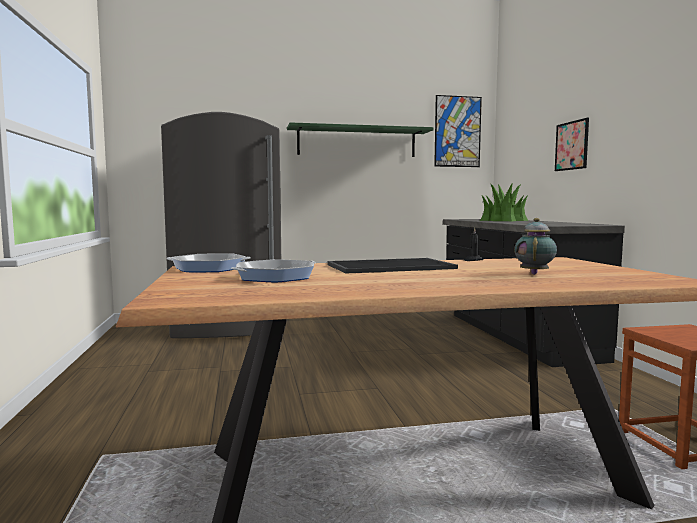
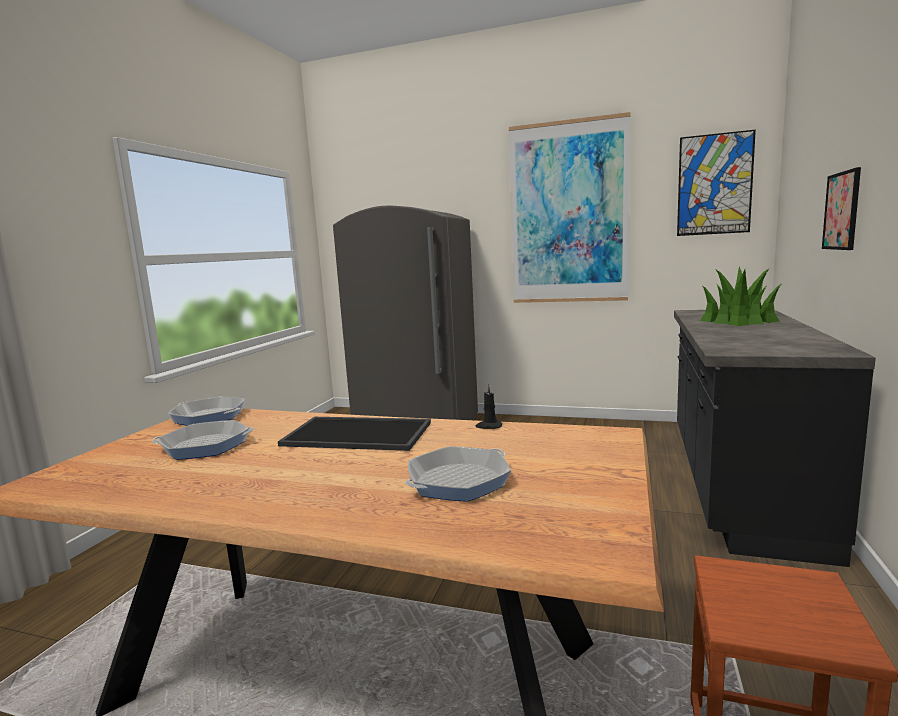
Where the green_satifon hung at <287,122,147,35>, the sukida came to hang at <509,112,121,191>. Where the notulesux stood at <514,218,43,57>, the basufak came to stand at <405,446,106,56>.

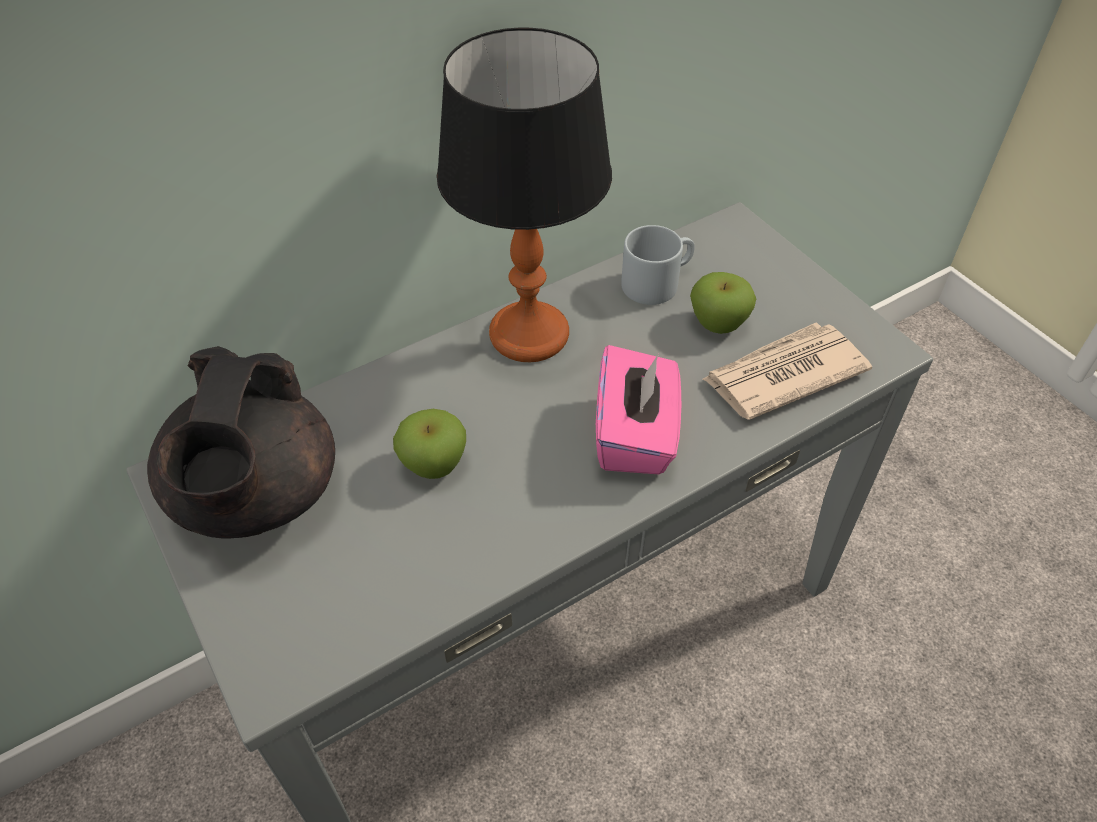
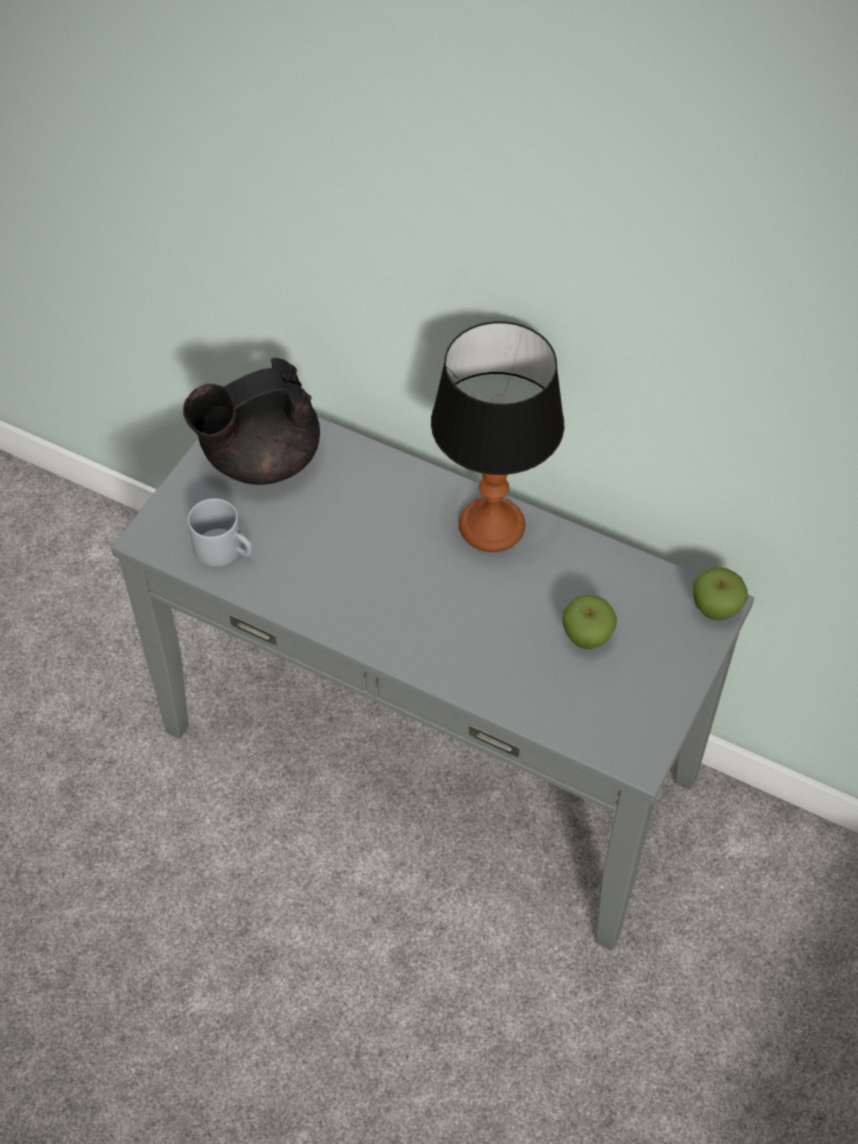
The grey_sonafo ended up elsewhere, having gone from <621,225,74,80> to <188,498,65,68>. The second view lost the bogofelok at <703,323,169,97>. The second view lost the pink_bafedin at <596,345,85,129>. The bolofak ended up elsewhere, having gone from <393,409,73,70> to <693,567,55,54>.

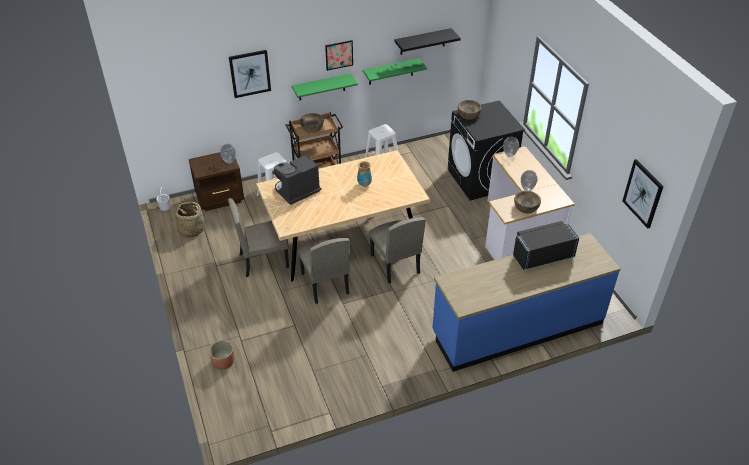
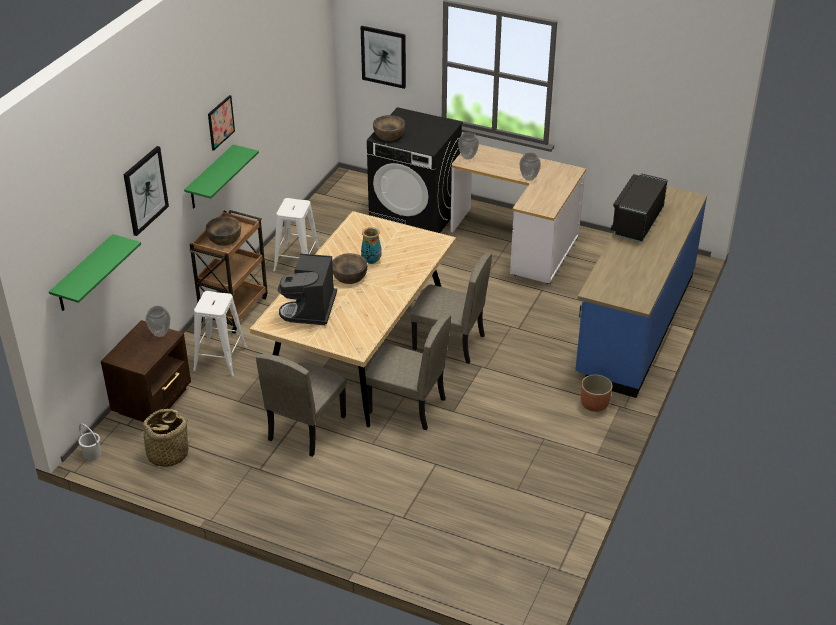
The second view lost the black_satifon at <394,28,67,27>. The green_satifon ended up elsewhere, having gone from <363,58,64,27> to <49,234,92,77>. The sukida ended up elsewhere, having gone from <622,159,42,70> to <361,26,45,63>. The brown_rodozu ended up elsewhere, having gone from <514,190,27,23> to <332,253,36,31>. The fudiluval ended up elsewhere, having gone from <209,340,25,29> to <581,374,32,38>.

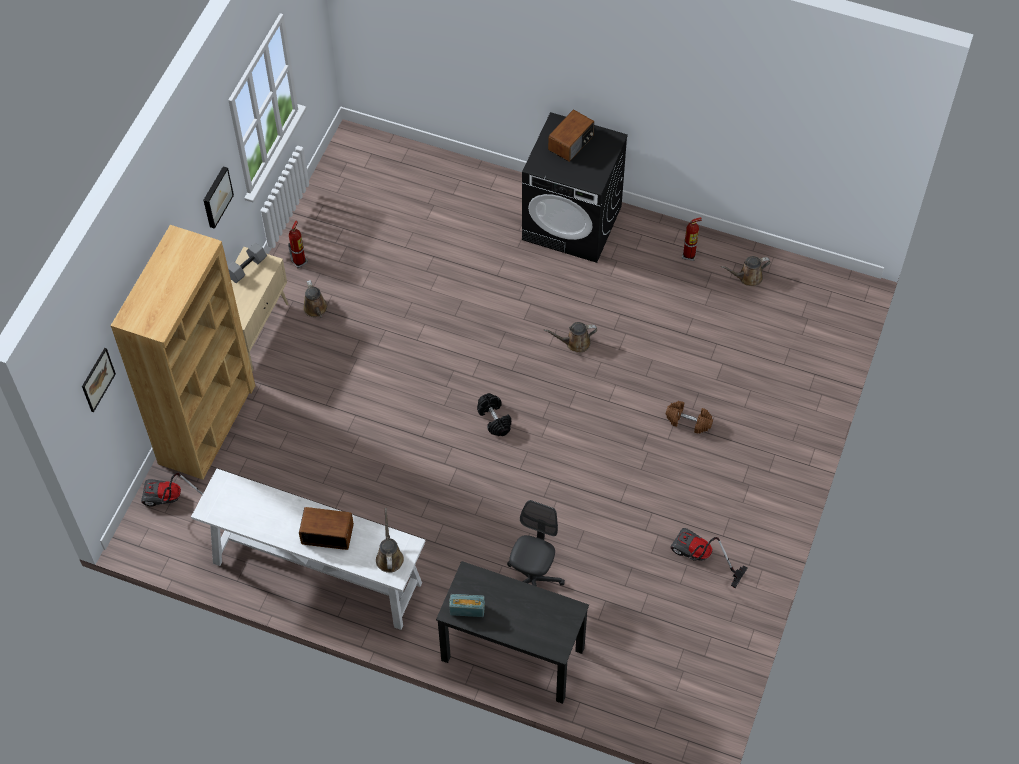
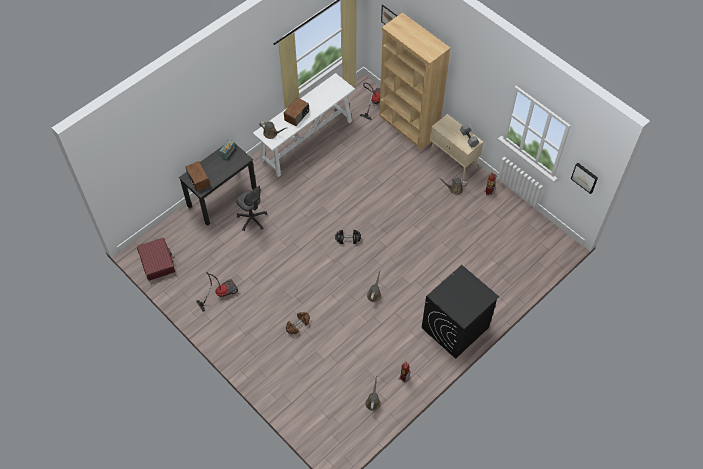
The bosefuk ended up elsewhere, having gone from <548,109,46,53> to <186,161,24,30>. The sukida ended up elsewhere, having gone from <203,166,31,63> to <571,163,27,31>. The second view gained the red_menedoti at <137,238,38,43>.

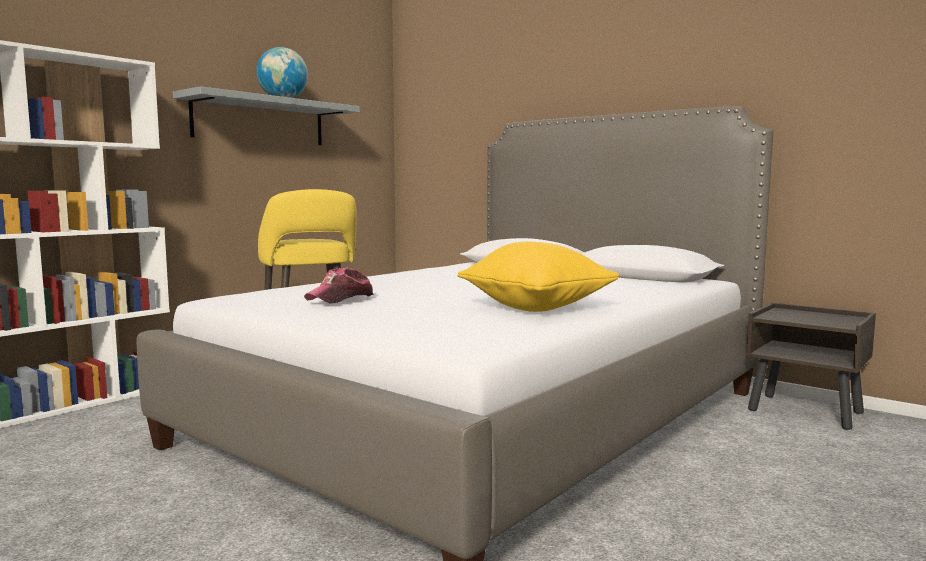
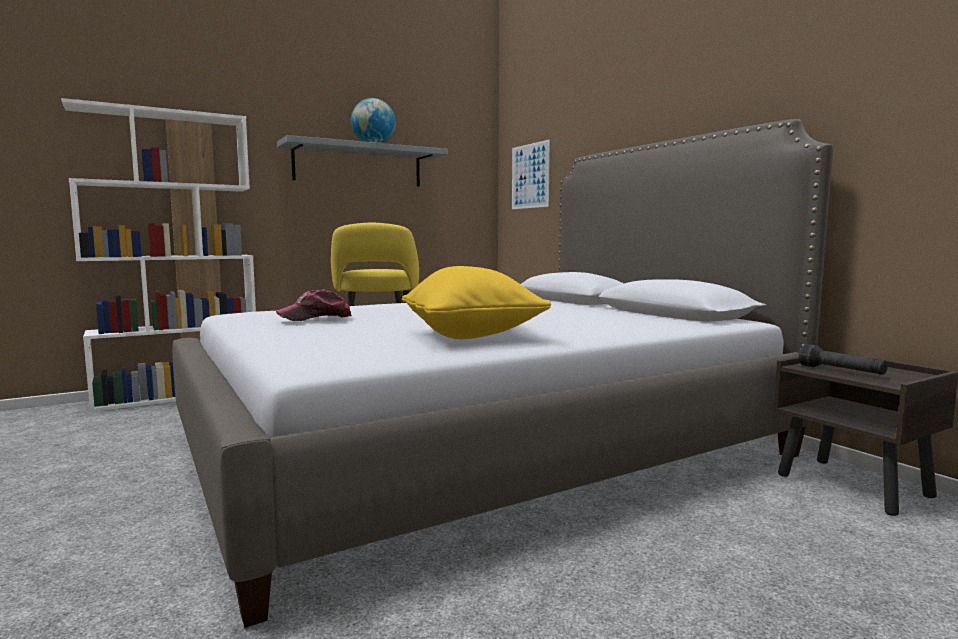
The second view gained the sukida at <512,139,38,70>. The second view gained the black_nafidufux at <799,344,89,31>.

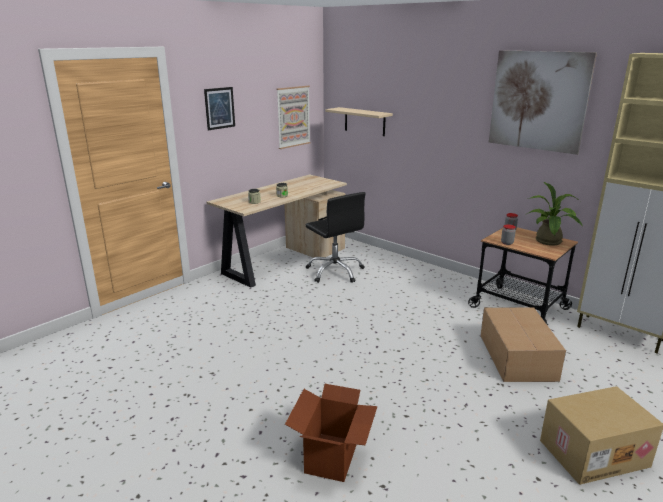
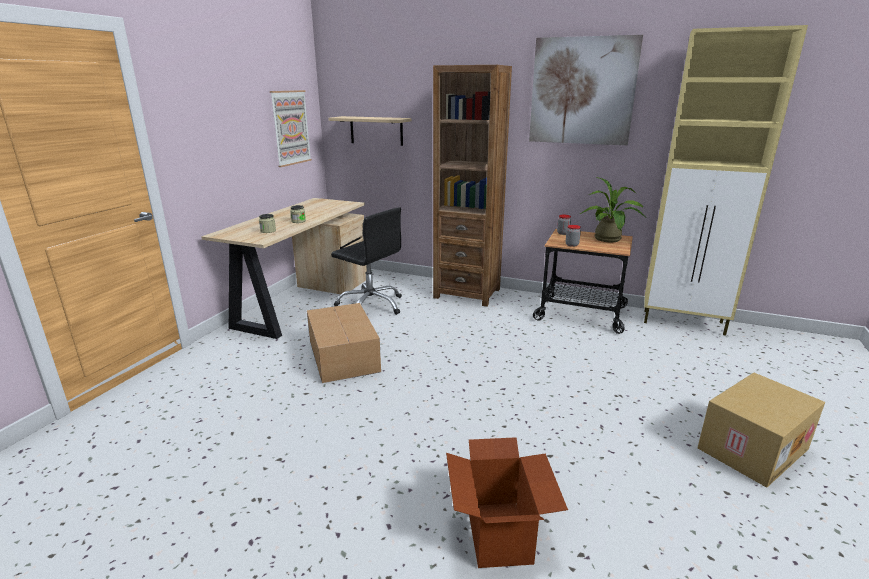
The second view lost the sukida at <204,87,31,43>. The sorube ended up elsewhere, having gone from <480,308,86,74> to <307,303,74,80>. The second view gained the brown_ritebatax at <433,65,79,242>.

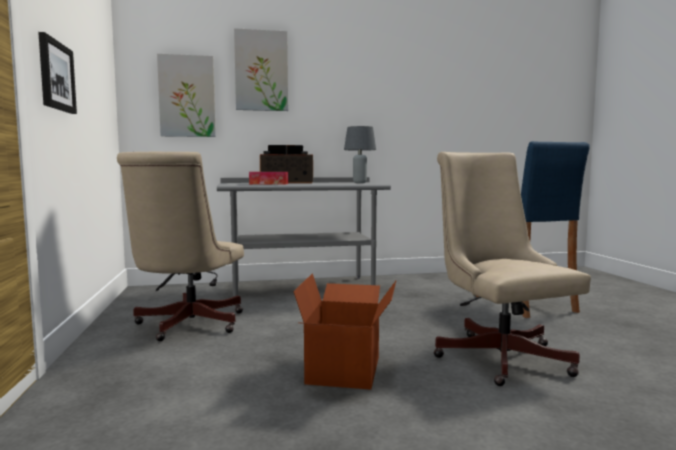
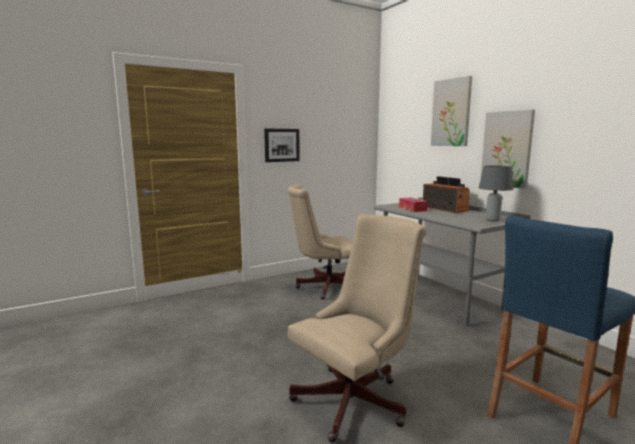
The sukida ended up elsewhere, having gone from <157,54,59,83> to <481,110,54,79>. The second view lost the sorube at <293,274,103,116>.

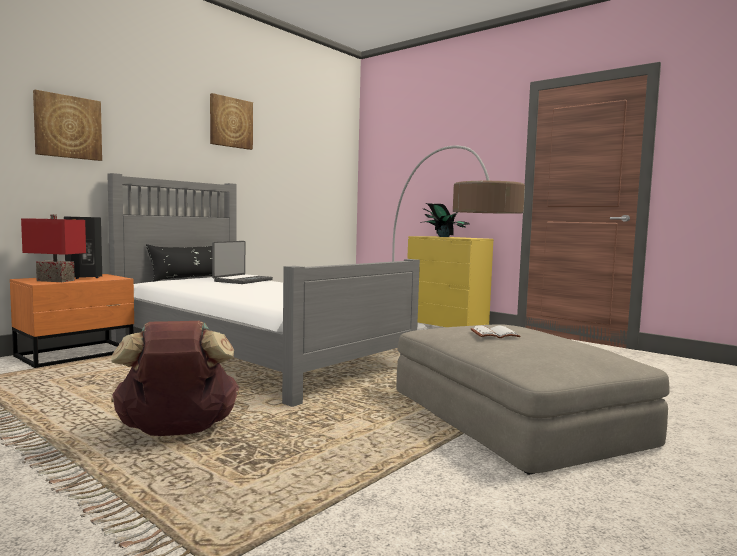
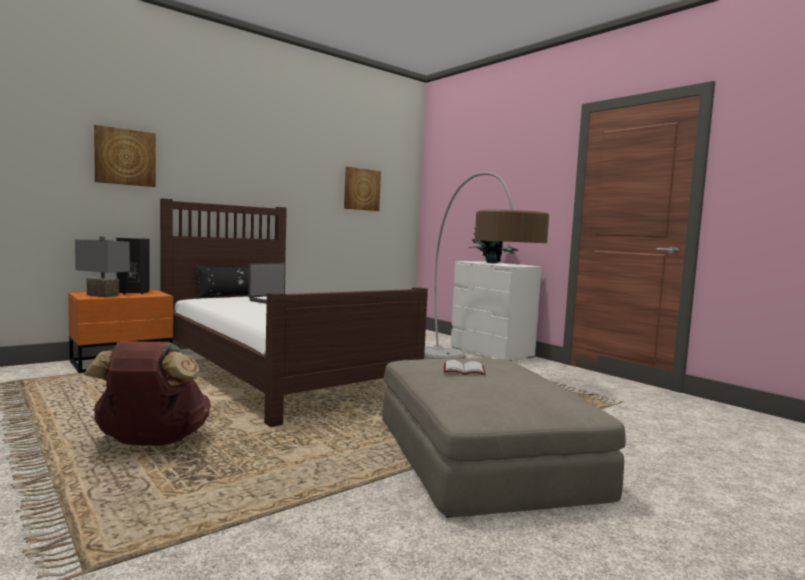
The sukida ended up elsewhere, having gone from <210,93,43,57> to <344,167,37,44>. What was the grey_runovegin at <107,173,313,234> turned into the brown_runovegin at <160,199,268,228>. What was the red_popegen at <21,214,65,68> turned into the grey_popegen at <75,236,55,62>. What was the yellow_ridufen at <407,236,86,91> turned into the white_ridufen at <451,261,91,100>.

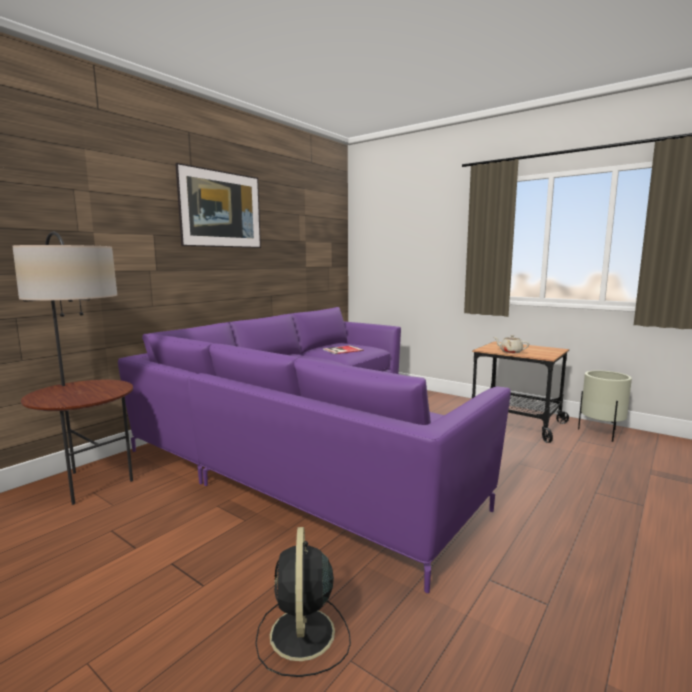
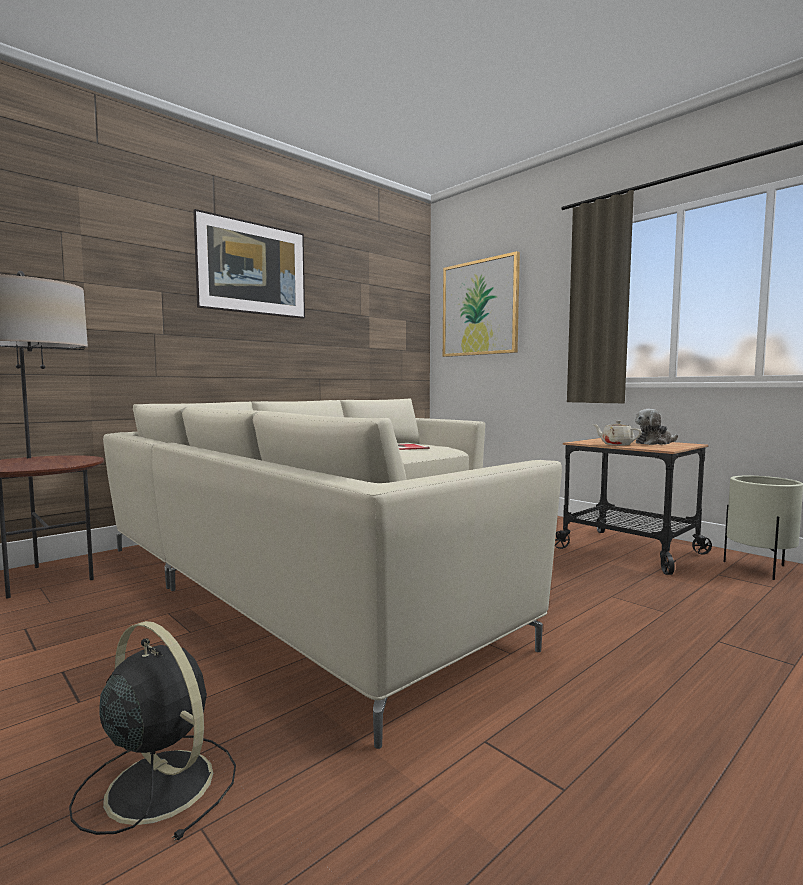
What was the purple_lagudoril at <118,307,393,286> turned into the beige_lagudoril at <103,398,459,351>. The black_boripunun at <255,527,96,150> ended up facing another way, 120 degrees clockwise from before. The second view gained the sukida at <443,251,77,106>. The second view gained the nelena at <635,409,43,36>.

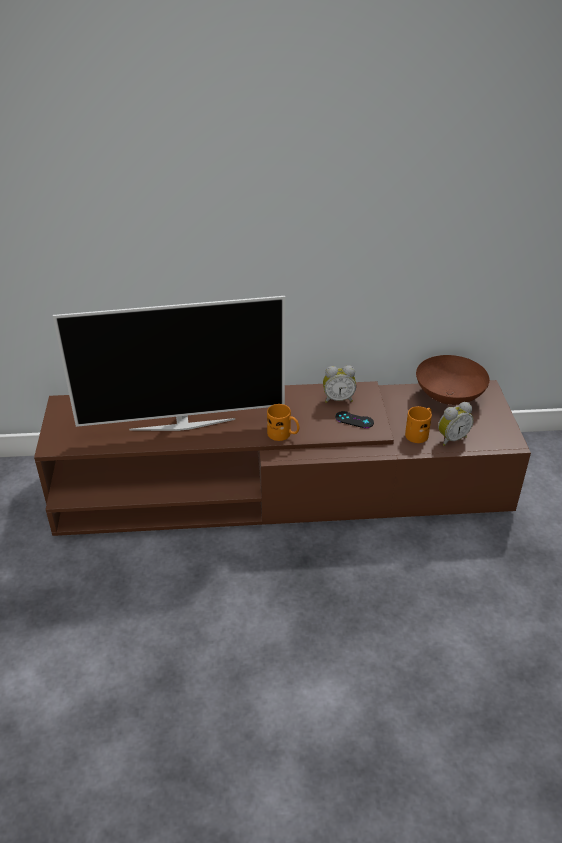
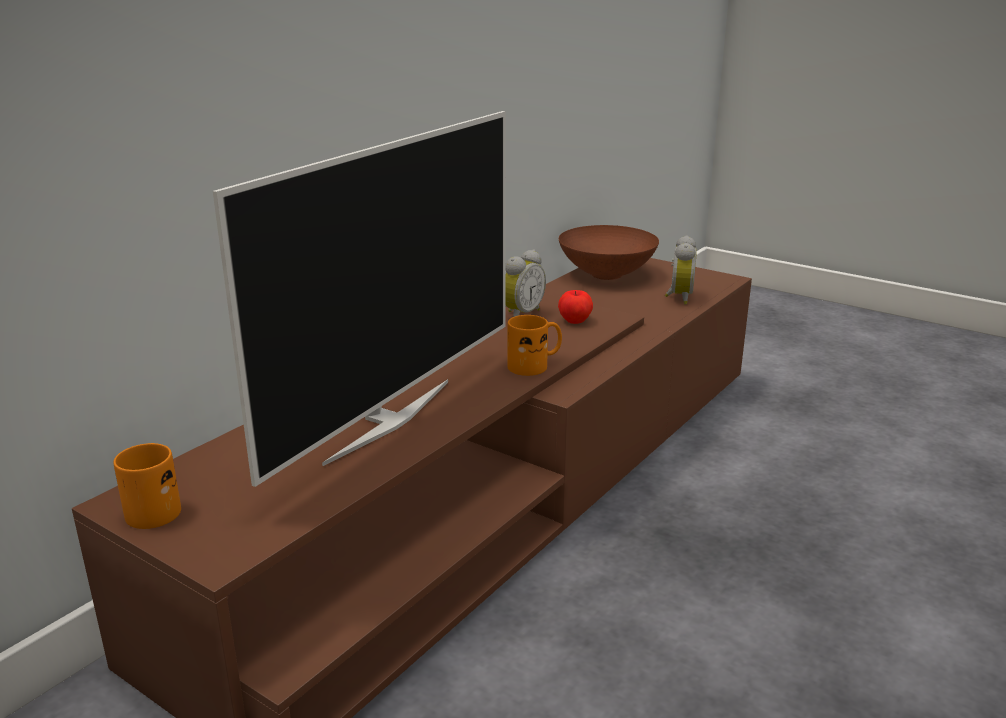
The orange_sonafo ended up elsewhere, having gone from <405,406,27,37> to <114,443,67,86>. Where the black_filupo stood at <335,411,39,17>, the bolofak came to stand at <558,290,35,34>.

